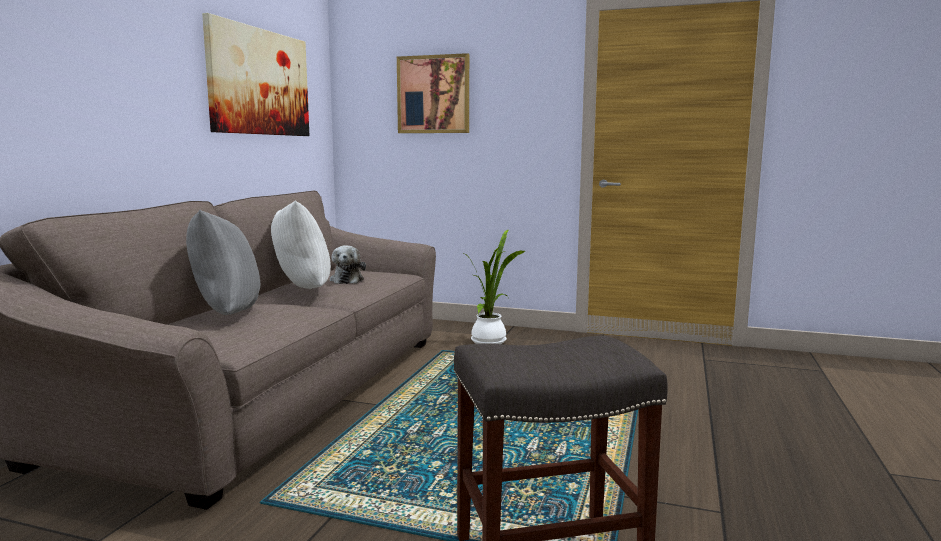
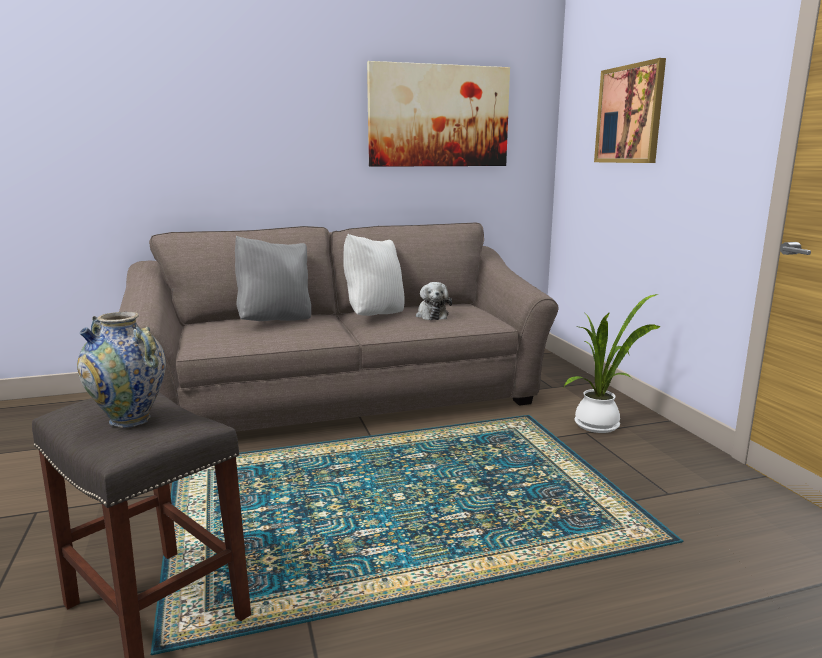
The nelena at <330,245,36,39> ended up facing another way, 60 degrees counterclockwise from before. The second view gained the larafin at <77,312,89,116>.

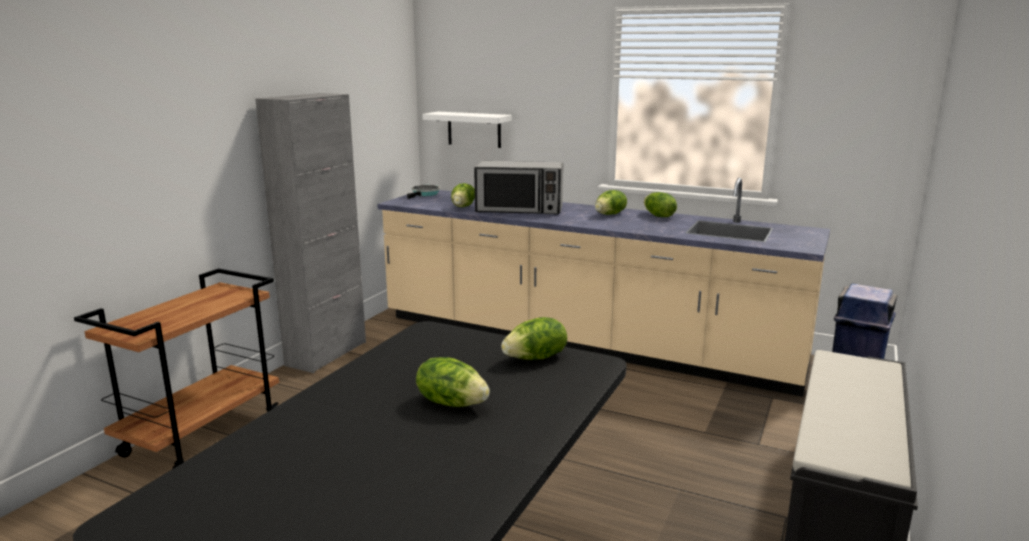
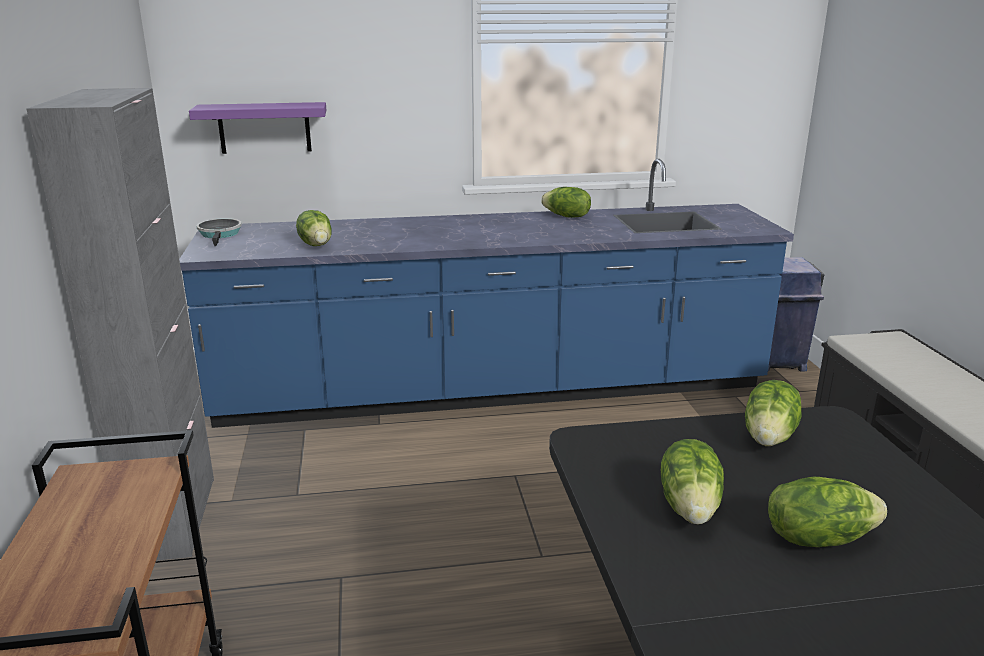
What was the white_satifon at <422,112,90,36> turned into the purple_satifon at <189,102,138,52>. The second view lost the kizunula at <474,161,89,54>. What was the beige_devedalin at <377,178,453,219> turned into the blue_devedalin at <179,159,615,269>. The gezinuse ended up elsewhere, having gone from <595,190,32,25> to <661,439,63,86>.

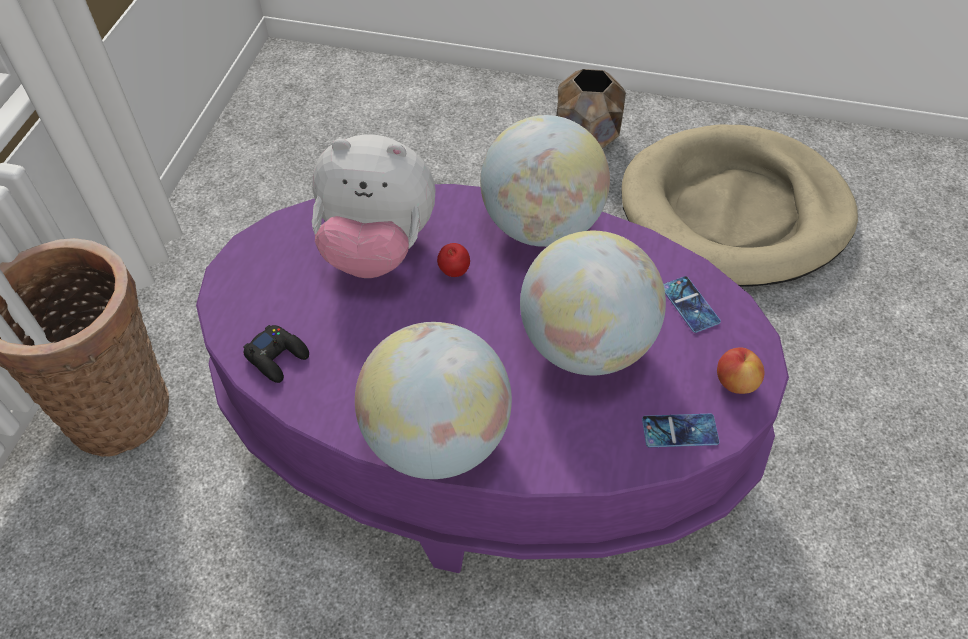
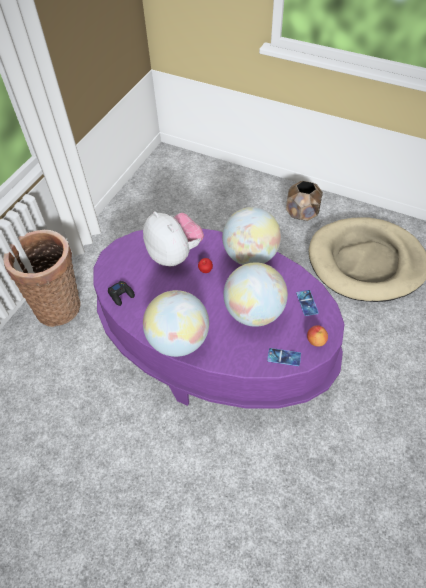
The nelena at <312,134,123,144> ended up facing another way, 150 degrees counterclockwise from before.

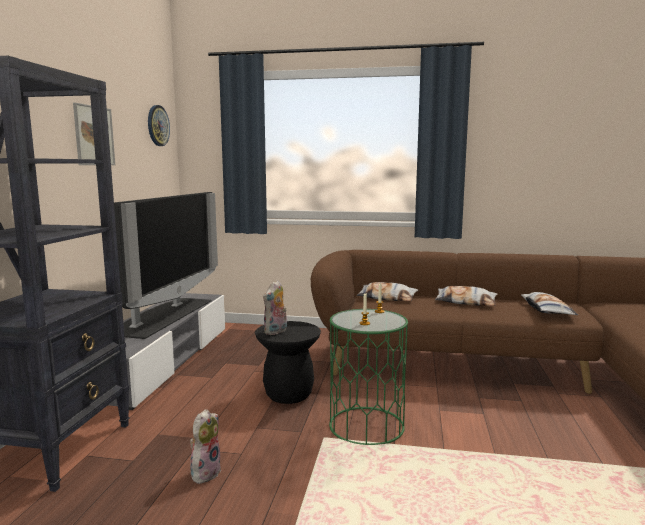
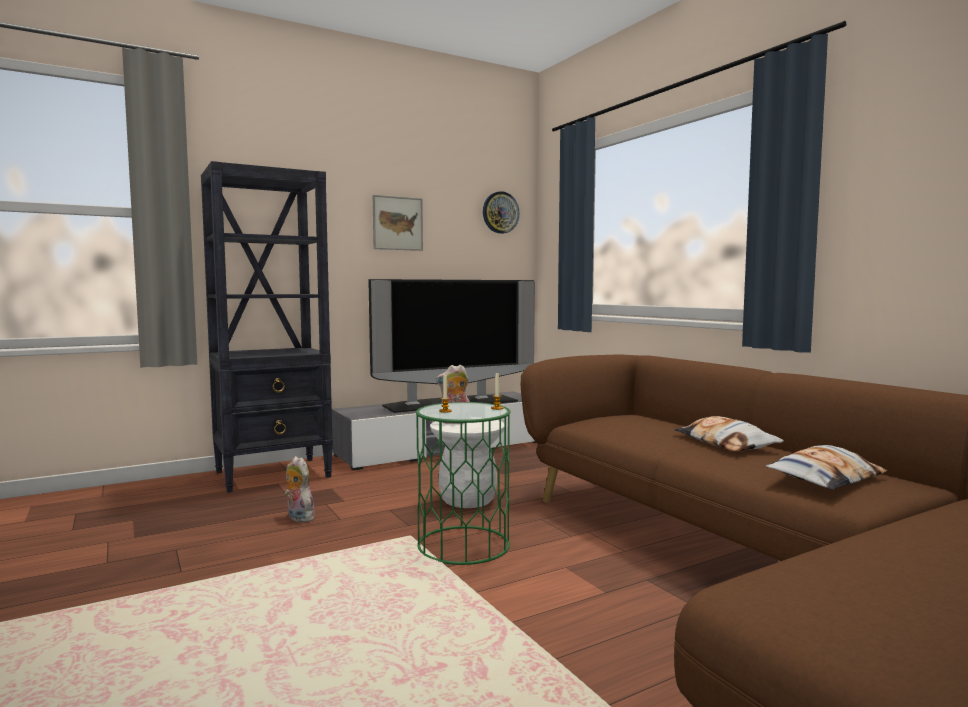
The second view lost the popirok at <357,282,61,19>. What was the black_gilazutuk at <255,321,66,83> turned into the white_gilazutuk at <430,420,74,88>. The nelena at <190,409,32,75> ended up facing another way, 120 degrees counterclockwise from before.

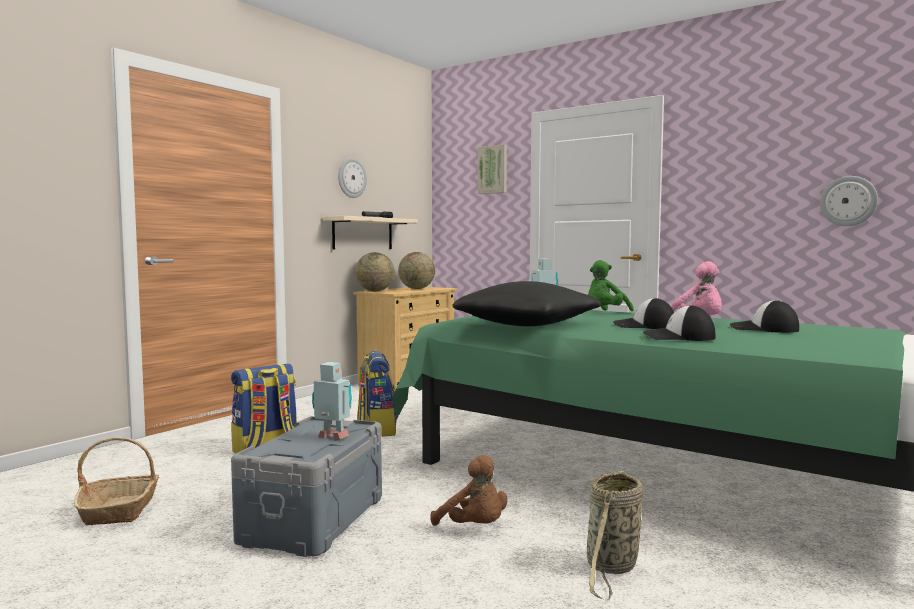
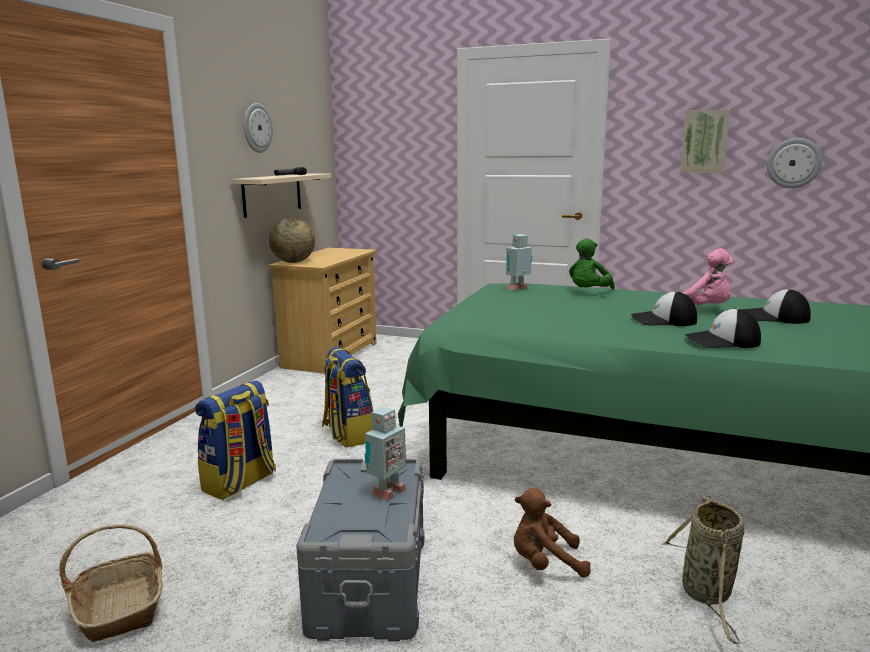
The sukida ended up elsewhere, having gone from <478,144,29,50> to <680,109,50,64>. The second view lost the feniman at <398,252,37,37>. The second view lost the black_popirok at <453,281,148,45>. The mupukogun at <312,362,40,78> ended up facing another way, 120 degrees clockwise from before. The brown_nelena at <430,455,78,71> ended up facing another way, 150 degrees clockwise from before.

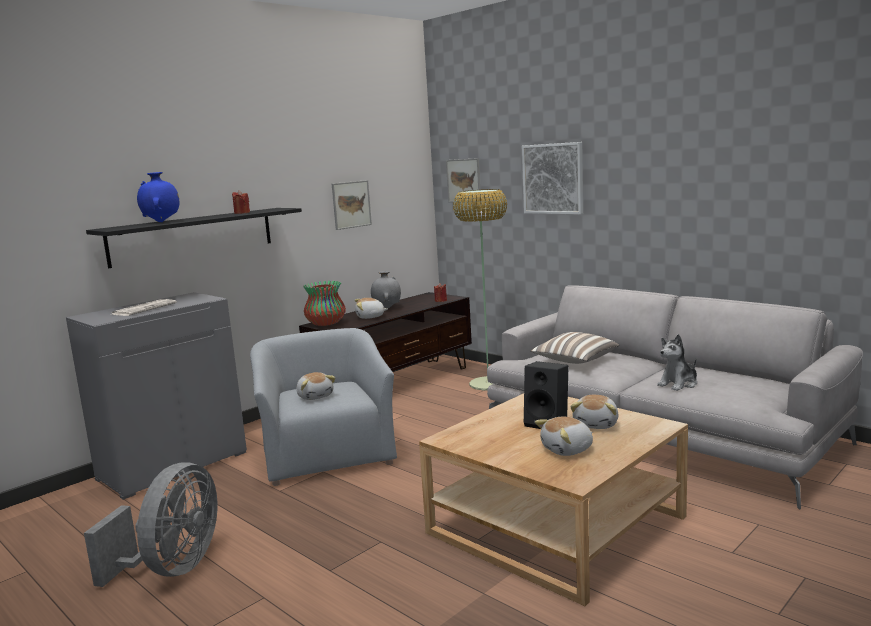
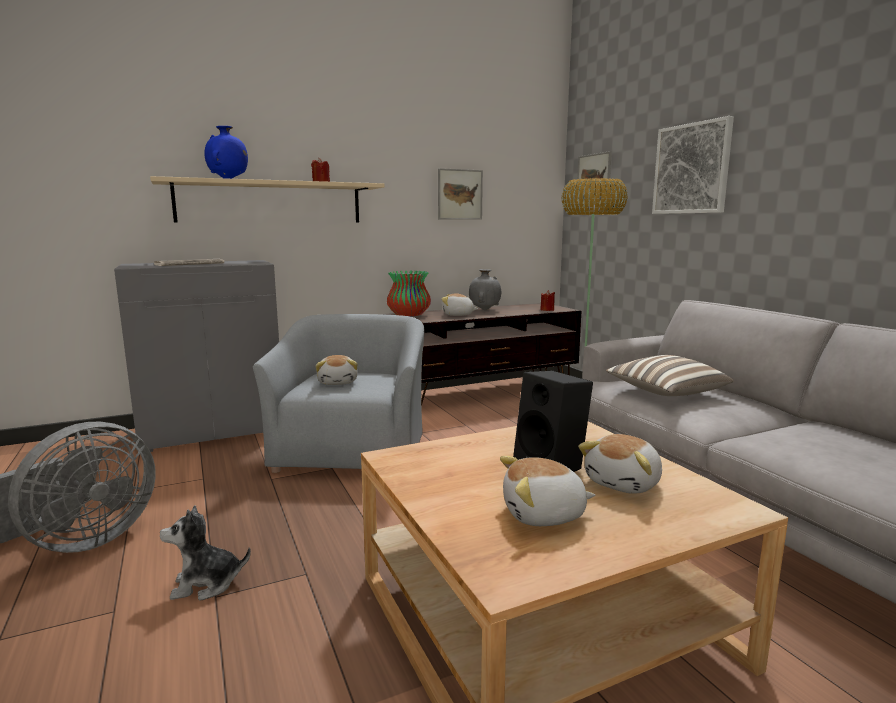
What was the black_satifon at <86,208,216,60> turned into the beige_satifon at <150,176,235,47>. The nelena ended up elsewhere, having gone from <657,334,40,57> to <160,505,91,96>.

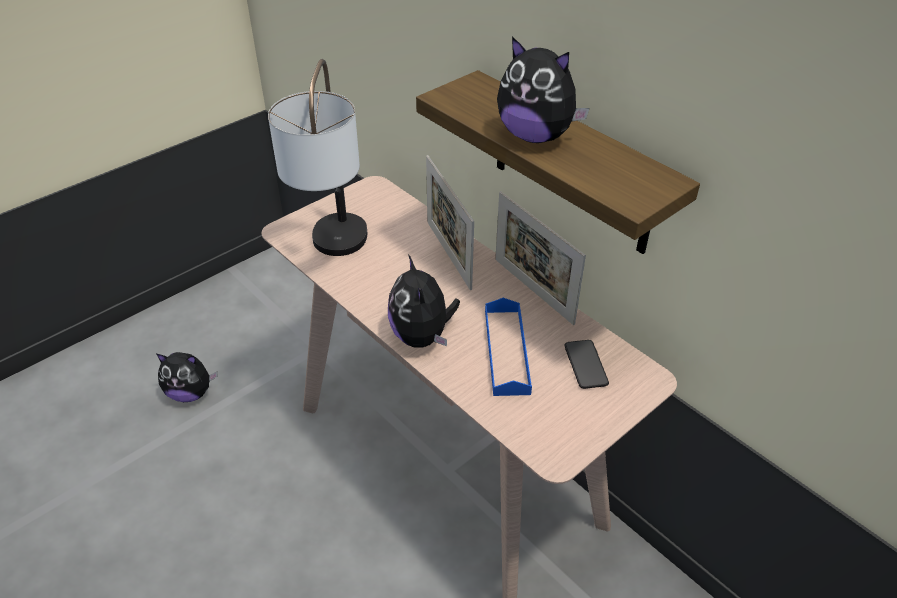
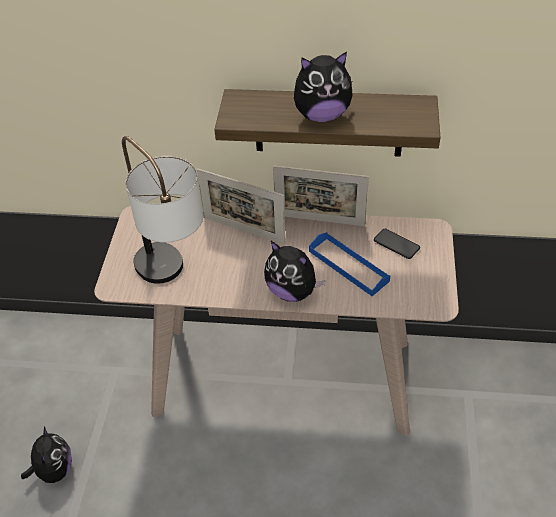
The nelena at <157,352,60,50> ended up facing another way, 60 degrees counterclockwise from before.

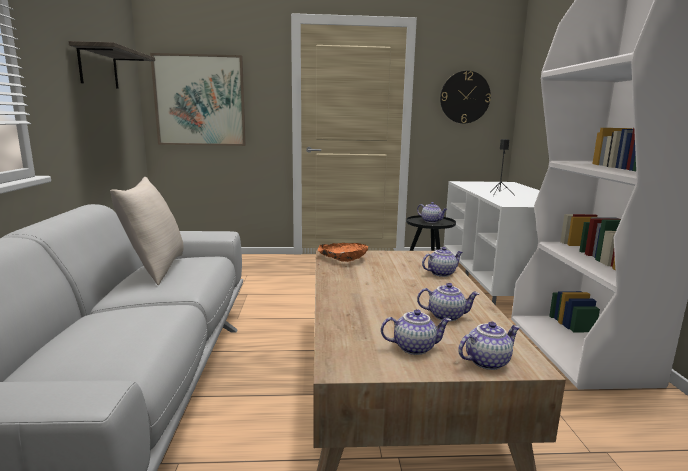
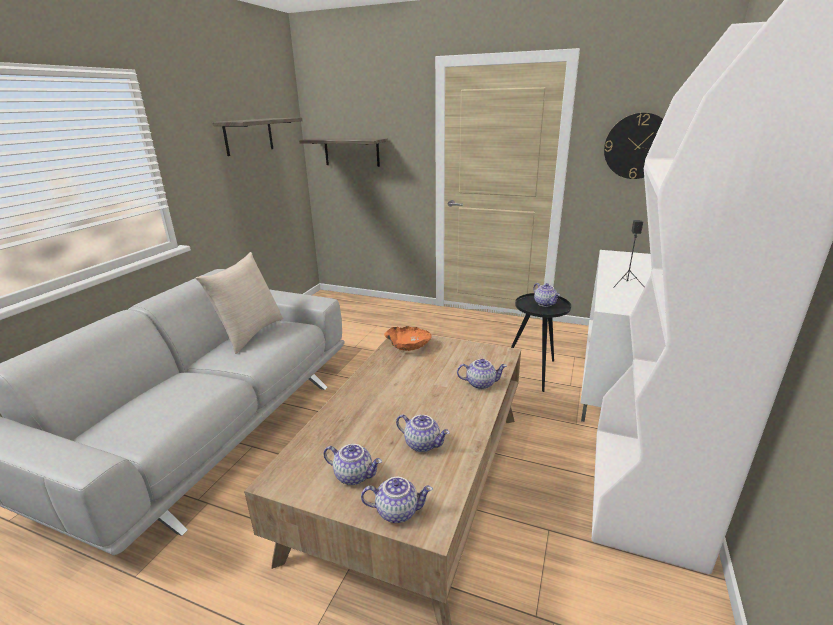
Where the sukida hung at <150,53,96,93>, the satifon came to hang at <299,138,89,29>.

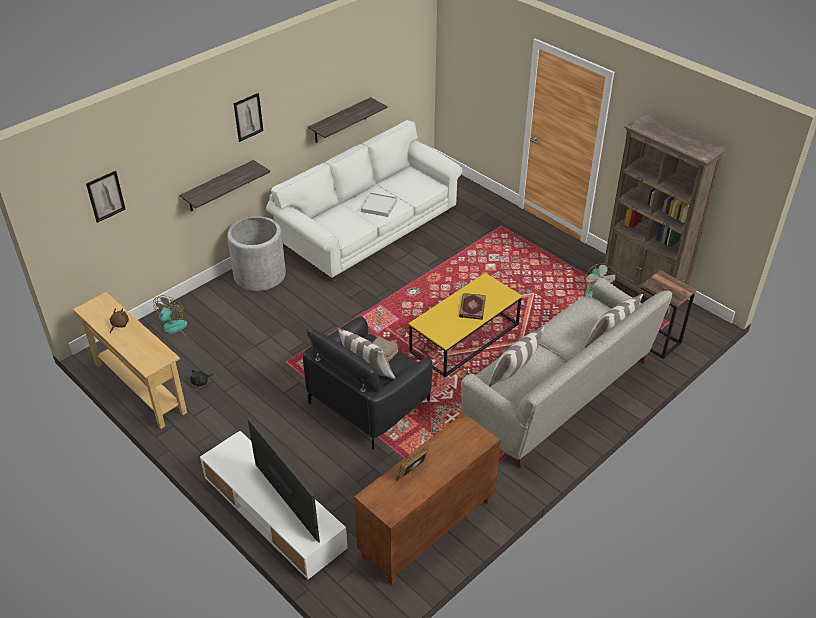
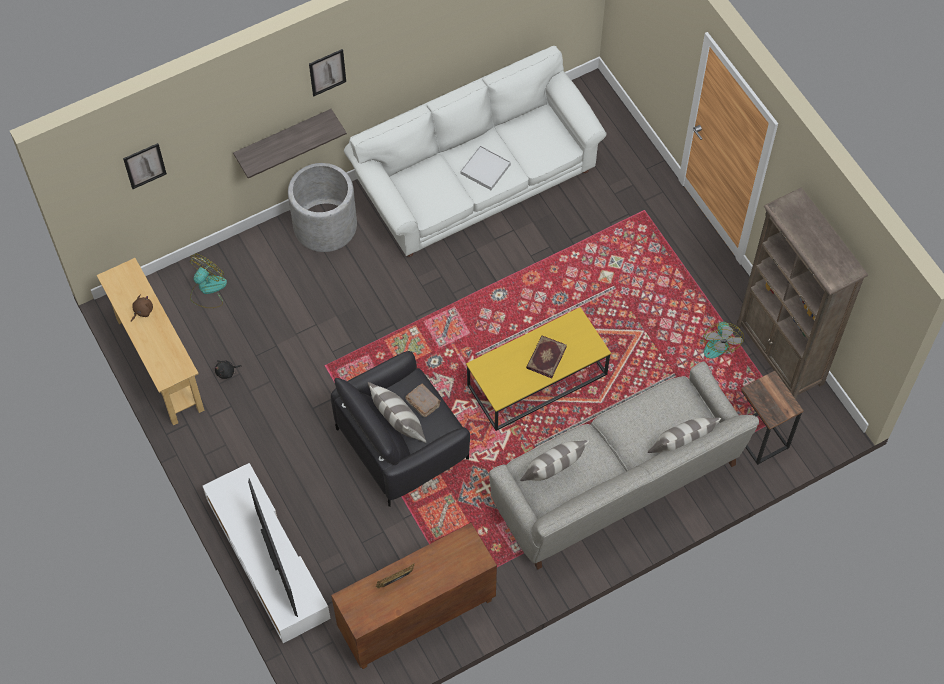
The second view lost the satifon at <308,97,80,46>.

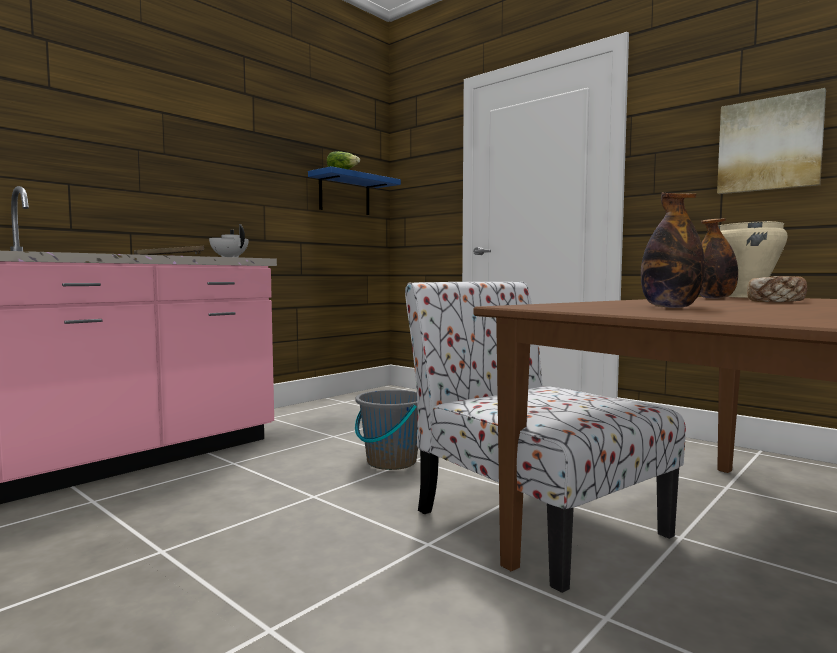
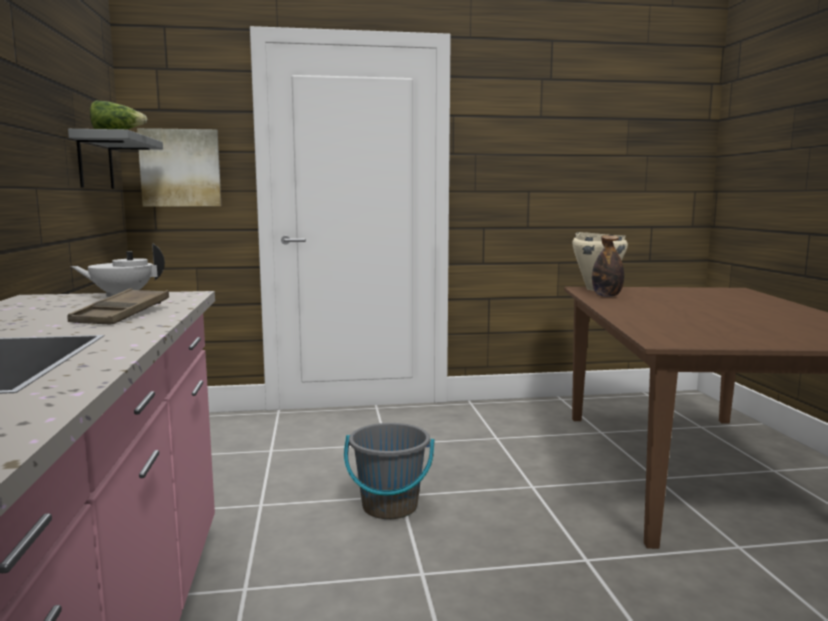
The sukida ended up elsewhere, having gone from <717,88,109,106> to <137,128,84,78>. What was the blue_satifon at <308,166,93,49> turned into the grey_satifon at <68,129,95,60>. The second view lost the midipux at <641,192,64,116>. The second view lost the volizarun at <747,276,60,26>. The second view lost the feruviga at <405,282,281,311>.

